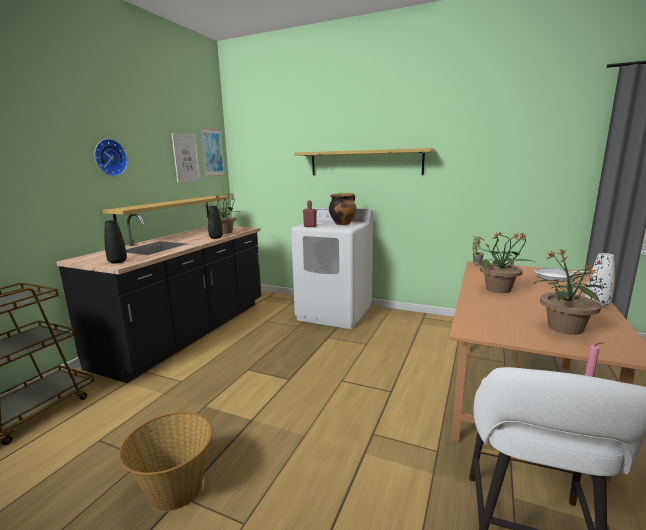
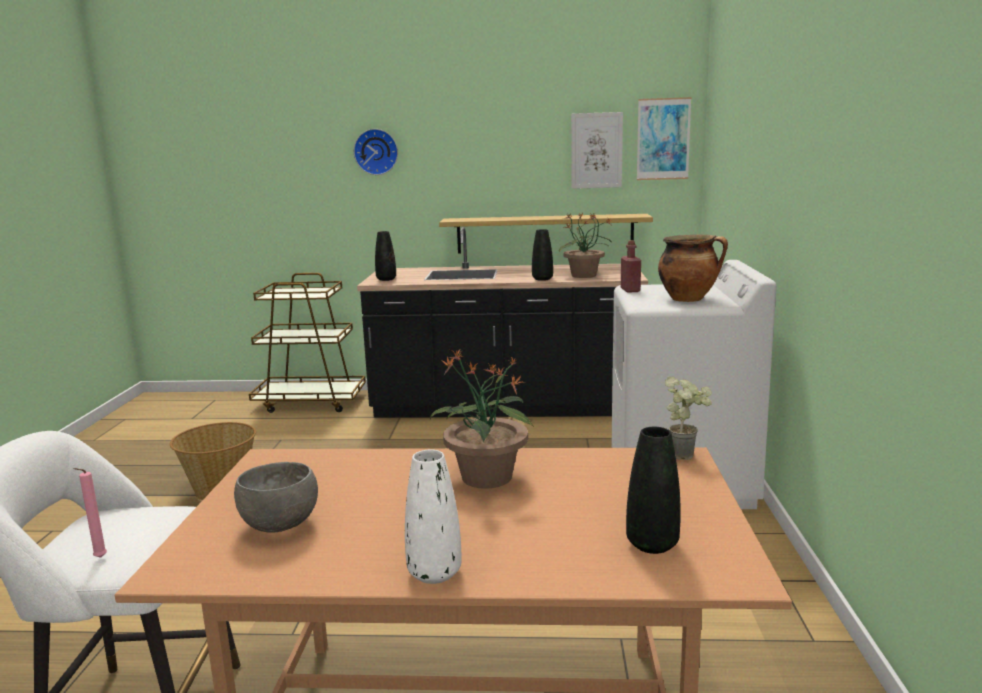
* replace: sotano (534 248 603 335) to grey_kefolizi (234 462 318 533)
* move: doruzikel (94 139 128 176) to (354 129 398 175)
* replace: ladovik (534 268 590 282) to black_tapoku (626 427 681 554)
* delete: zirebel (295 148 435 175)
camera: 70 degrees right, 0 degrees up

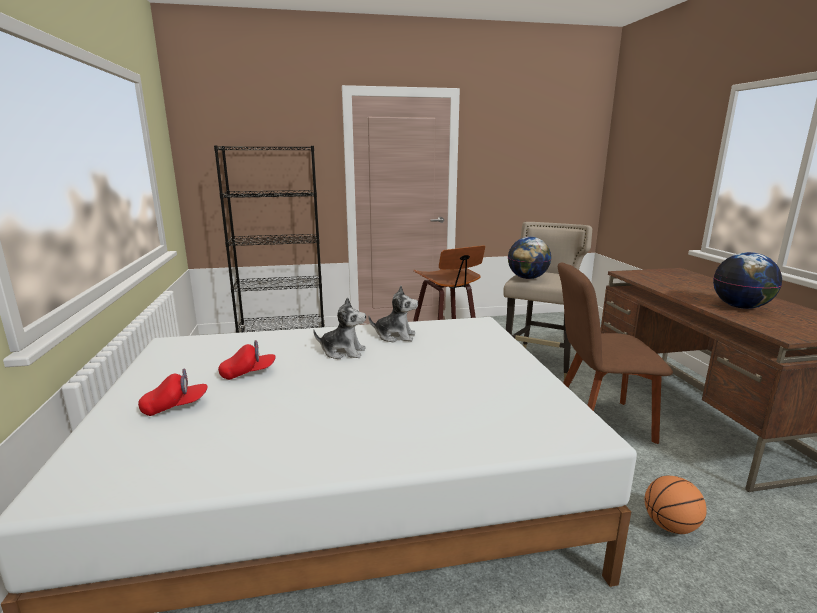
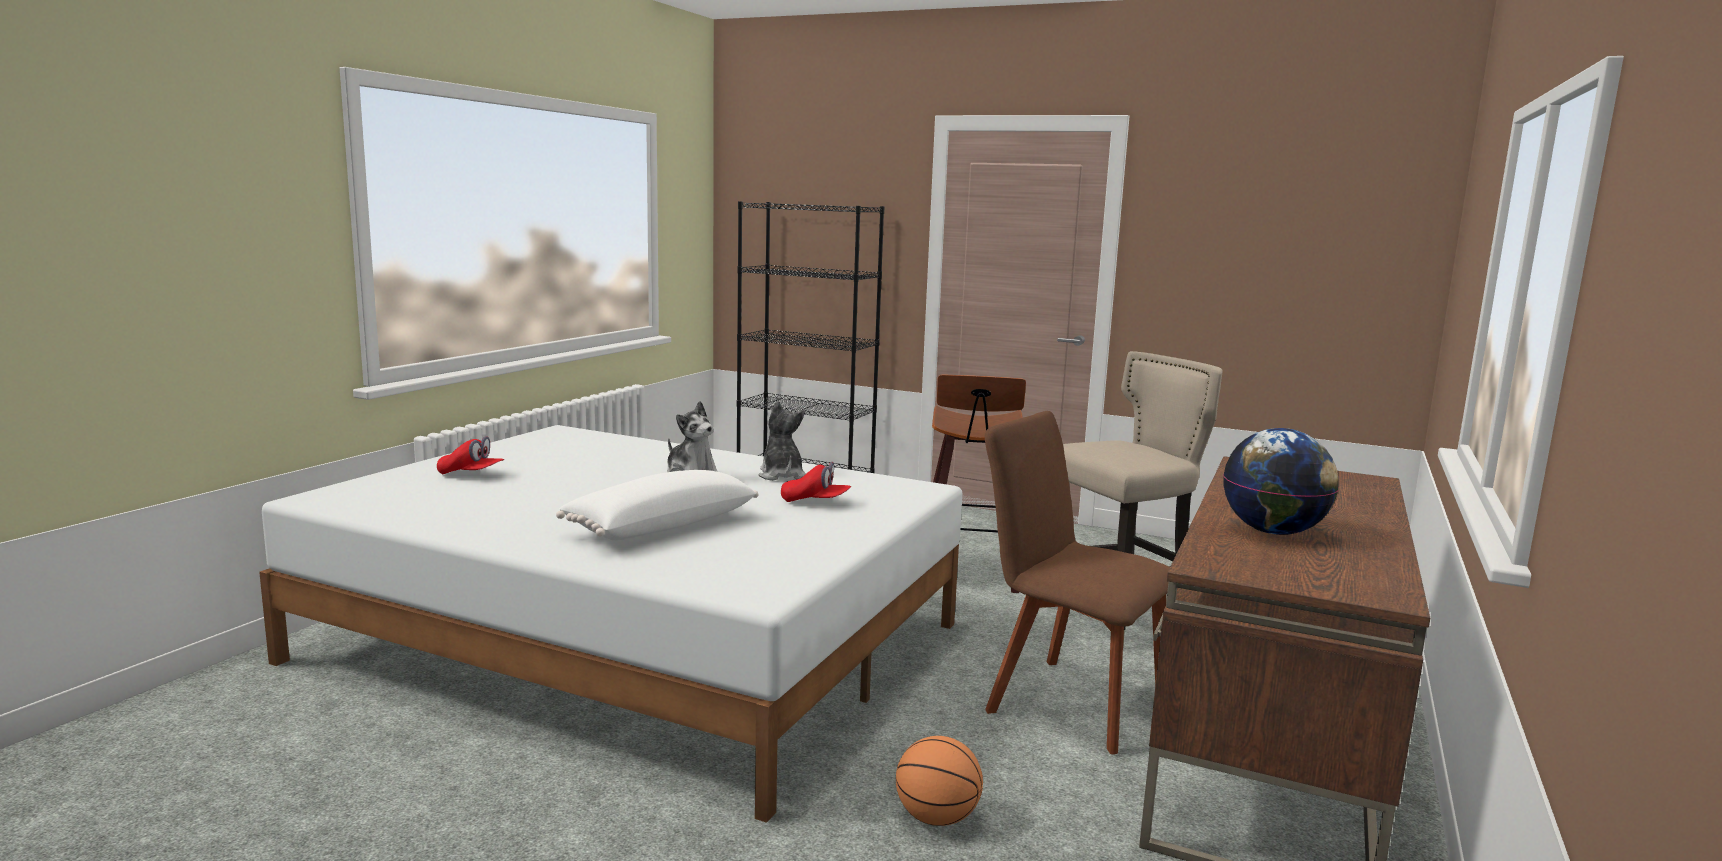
* insert: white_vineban (556 470 759 541)
* rotate: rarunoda (368 286 418 342) = (759 401 805 481) 150 degrees counterclockwise
* move: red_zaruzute (218 340 276 380) to (781 462 851 502)
* delete: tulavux (508 237 551 279)
camera: 35 degrees right, 5 degrees down

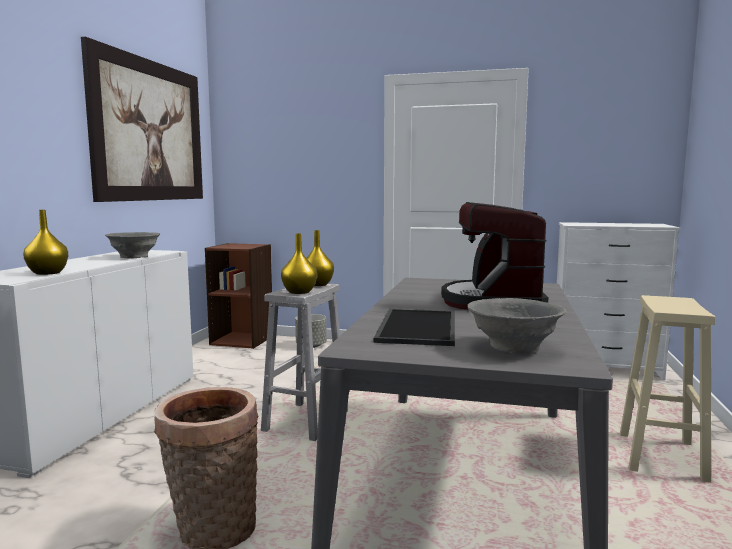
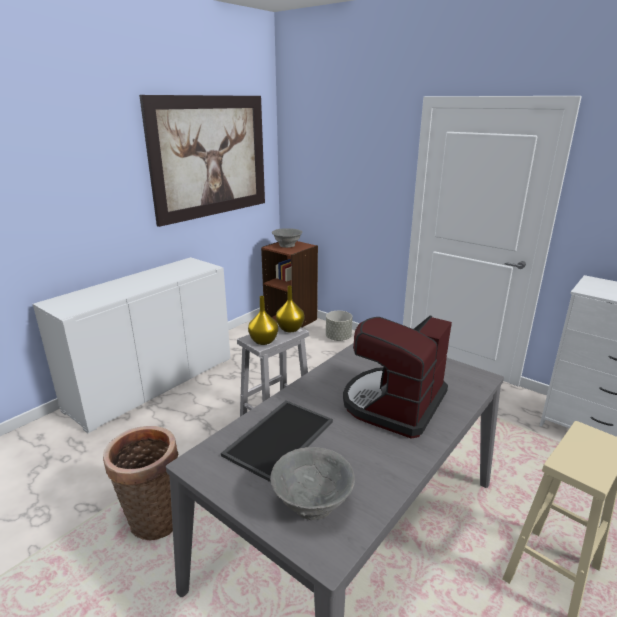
* move: grey_kefolizi (105 232 160 258) to (272 228 302 248)
* delete: yellow_tapoku (23 210 68 275)
camera: 25 degrees right, 15 degrees up

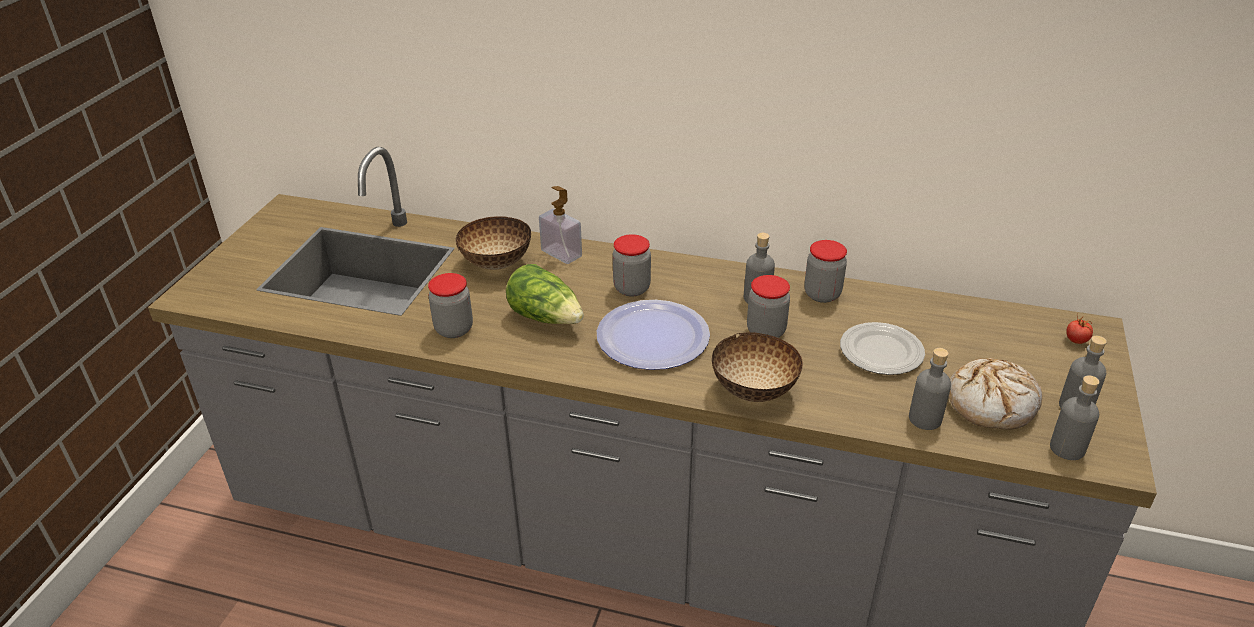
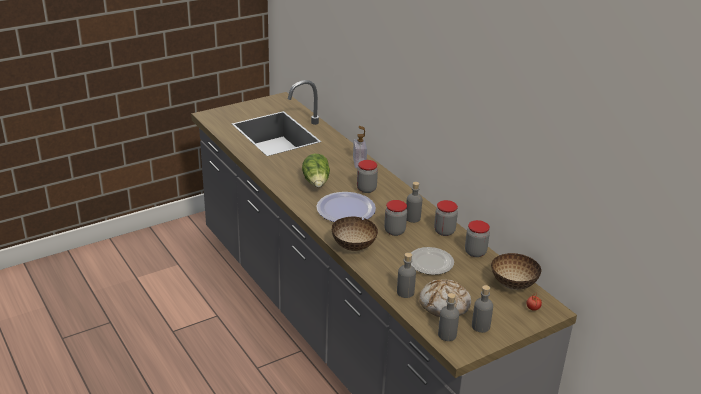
* move: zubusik (428 273 473 338) to (465 220 490 257)
* move: kefolizi (456 216 531 270) to (491 253 542 290)
camera: 40 degrees right, 5 degrees down

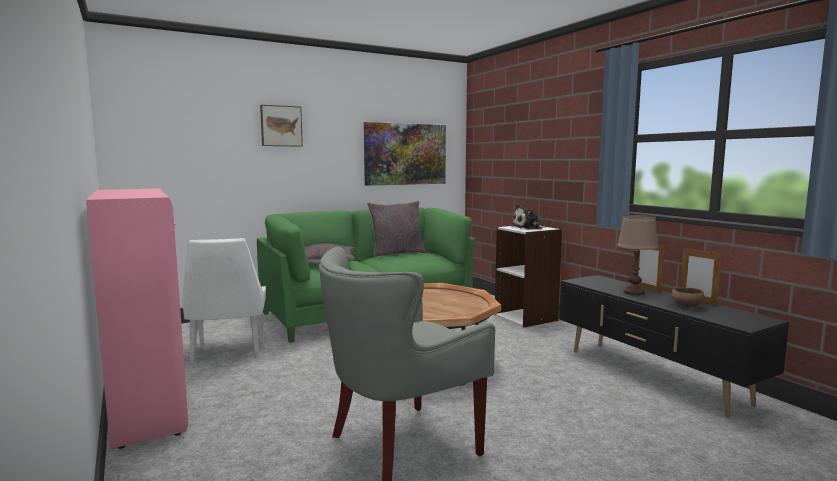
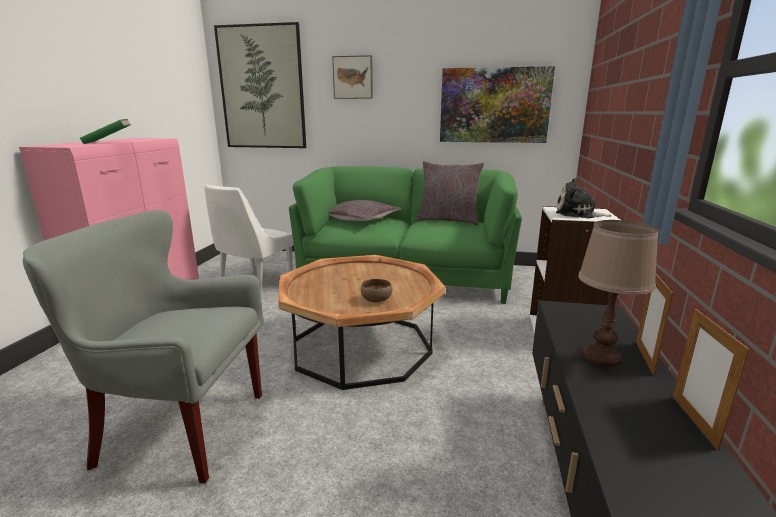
* insert: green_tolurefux (80 119 132 144)
* insert: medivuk (214 22 306 148)
* move: brown_kefolizi (672 287 704 307) to (361 279 392 303)
camera: 40 degrees right, 10 degrees up

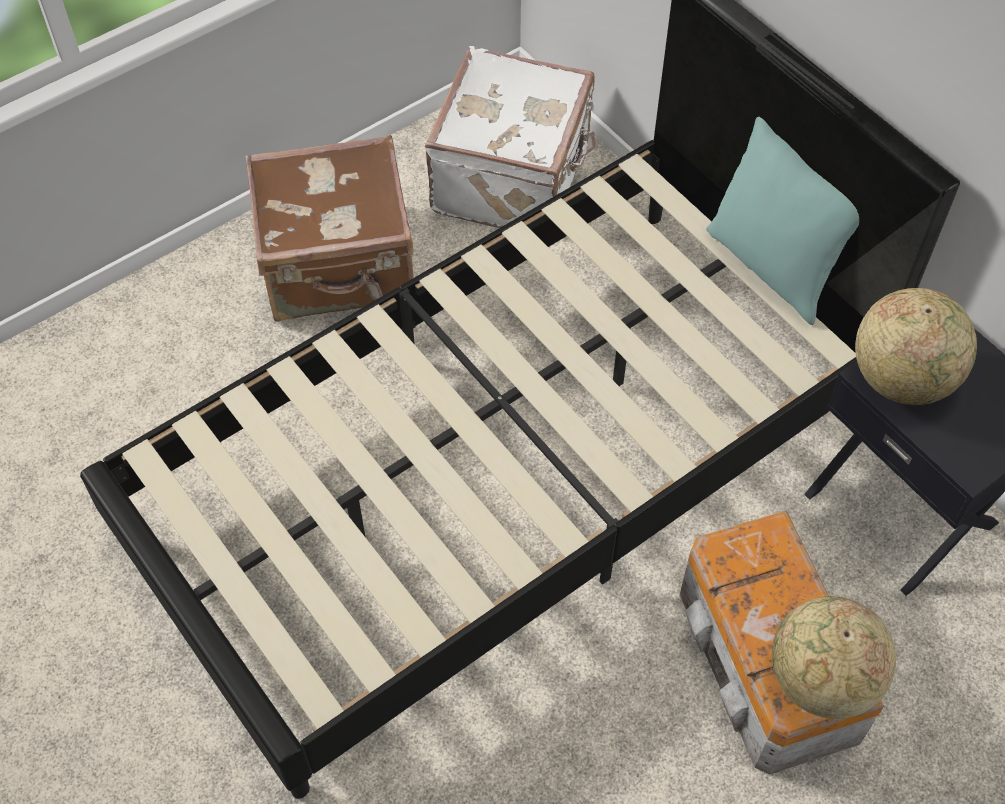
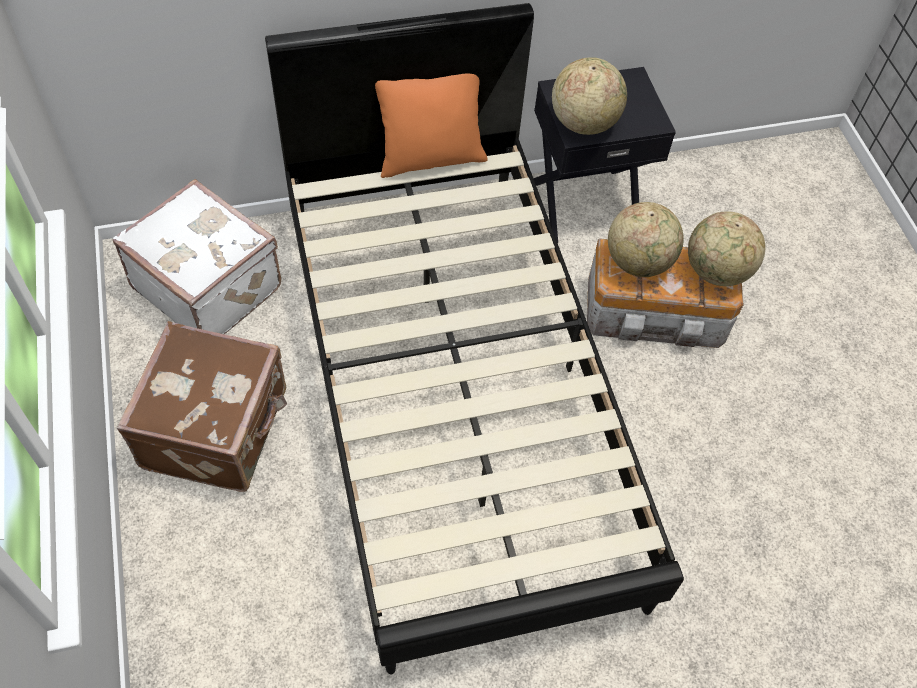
* recolor: turquoise_vineban (706 117 859 325) to orange_vineban (375 74 488 178)
* insert: tulavux (608 202 684 277)
camera: 70 degrees left, 0 degrees up

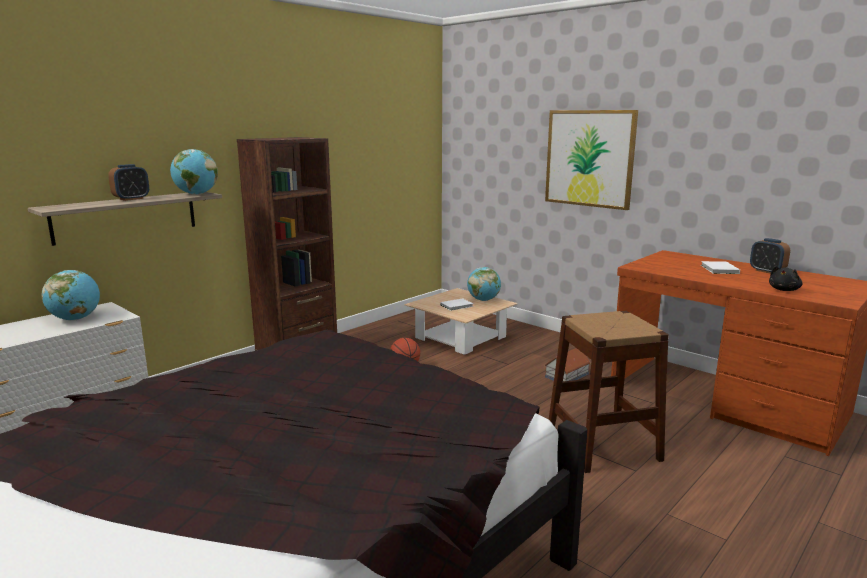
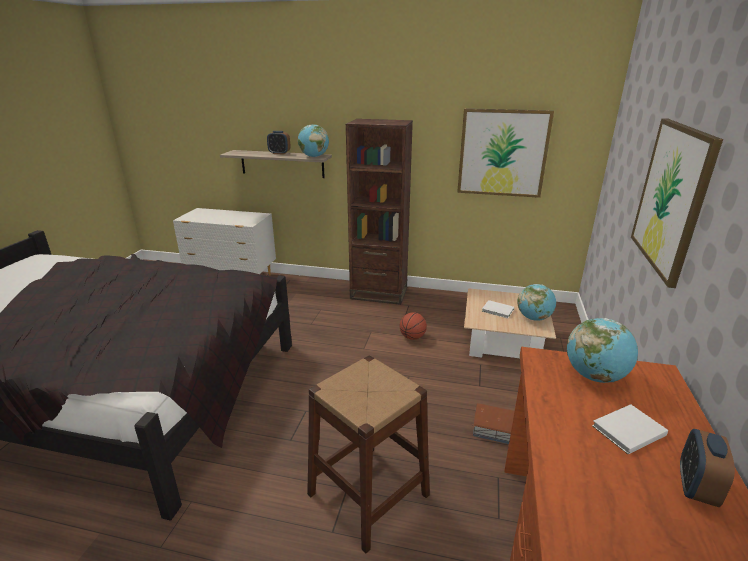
* insert: medivuk (457 108 554 198)
* move: tulavux (41 270 100 321) to (567 318 638 383)
* delete: black_rarunoda (769 266 802 291)
camera: 60 degrees right, 10 degrees up

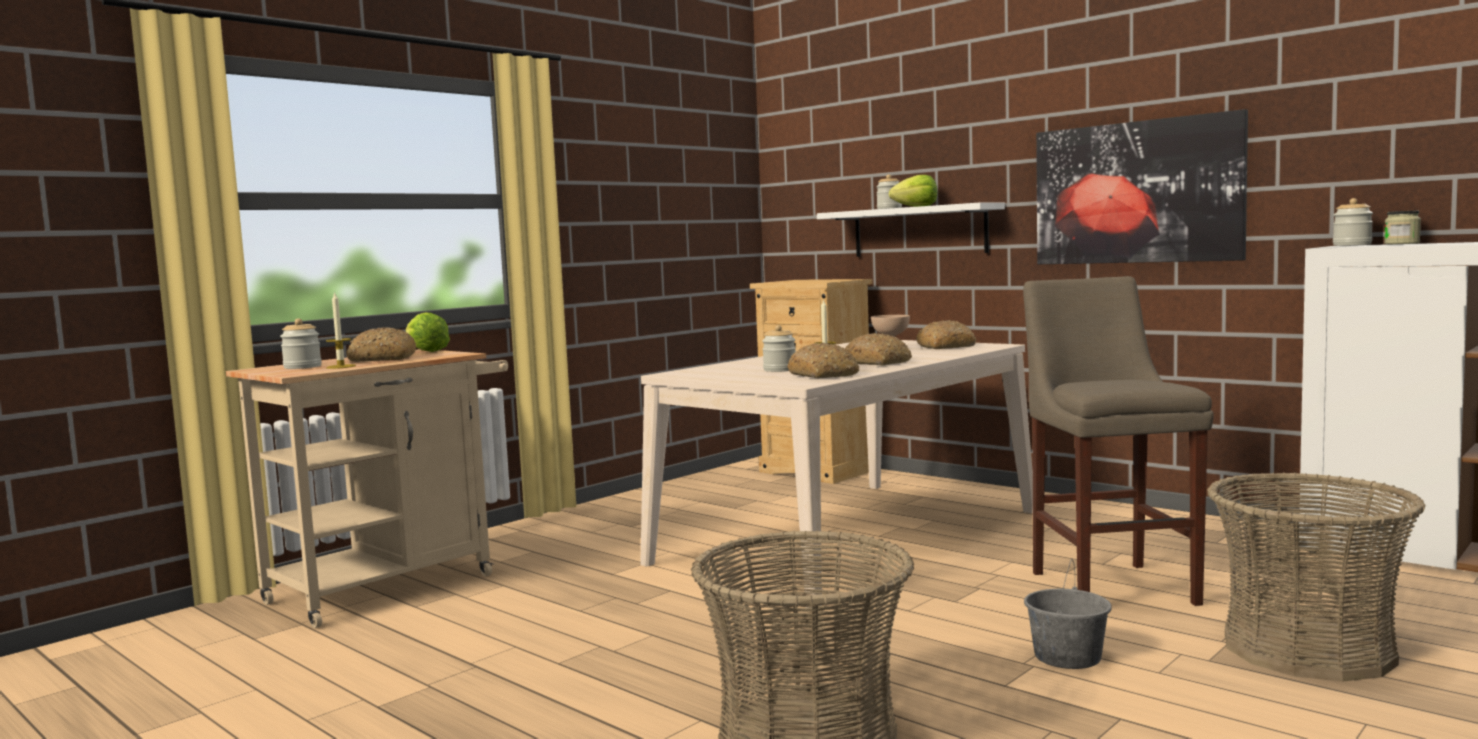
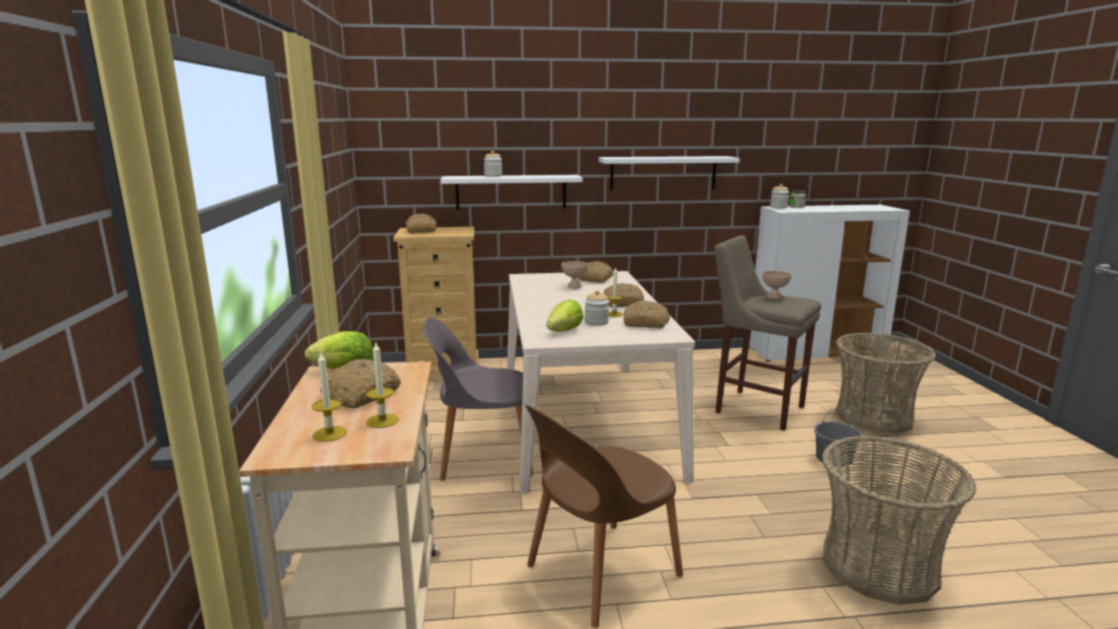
* replace: zubusik (280 319 322 369) to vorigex (312 351 347 442)
* insert: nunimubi (406 214 437 233)
* insert: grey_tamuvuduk (423 317 534 481)
* insert: brown_tamuvuduk (525 405 683 628)
* move: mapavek (889 175 937 207) to (546 299 584 332)
* replace: medivuk (1036 109 1248 264) to white_zirebel (599 156 740 190)
* insert: beige_kefolizi (762 271 792 299)
camera: 50 degrees left, 10 degrees up

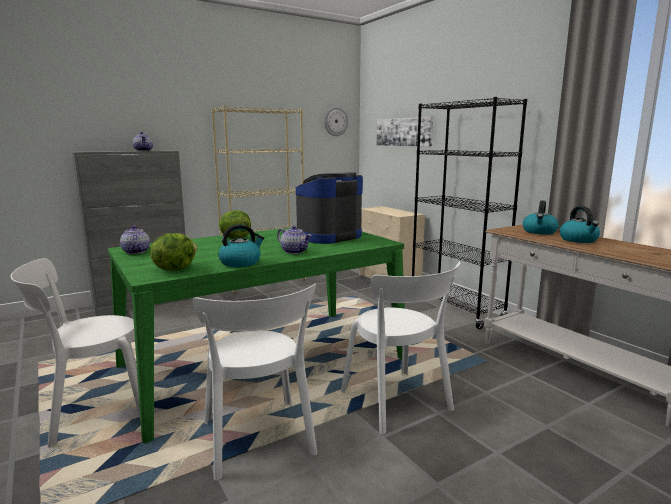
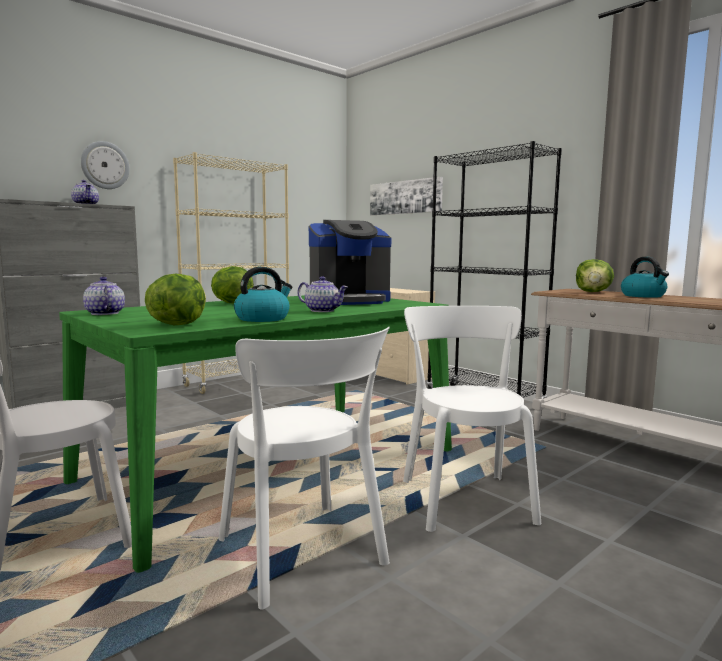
* move: doruzikel (324 106 349 136) to (81 141 130 189)
* rotate: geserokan (296 172 363 244) = (309 220 391 305) 150 degrees counterclockwise
* rotate: white_tamuvuduk (341 262 460 434) = (403 306 541 532) 150 degrees counterclockwise
* replace: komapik (523 200 559 235) to mapavek (576 259 614 292)
camera: 10 degrees left, 5 degrees down

